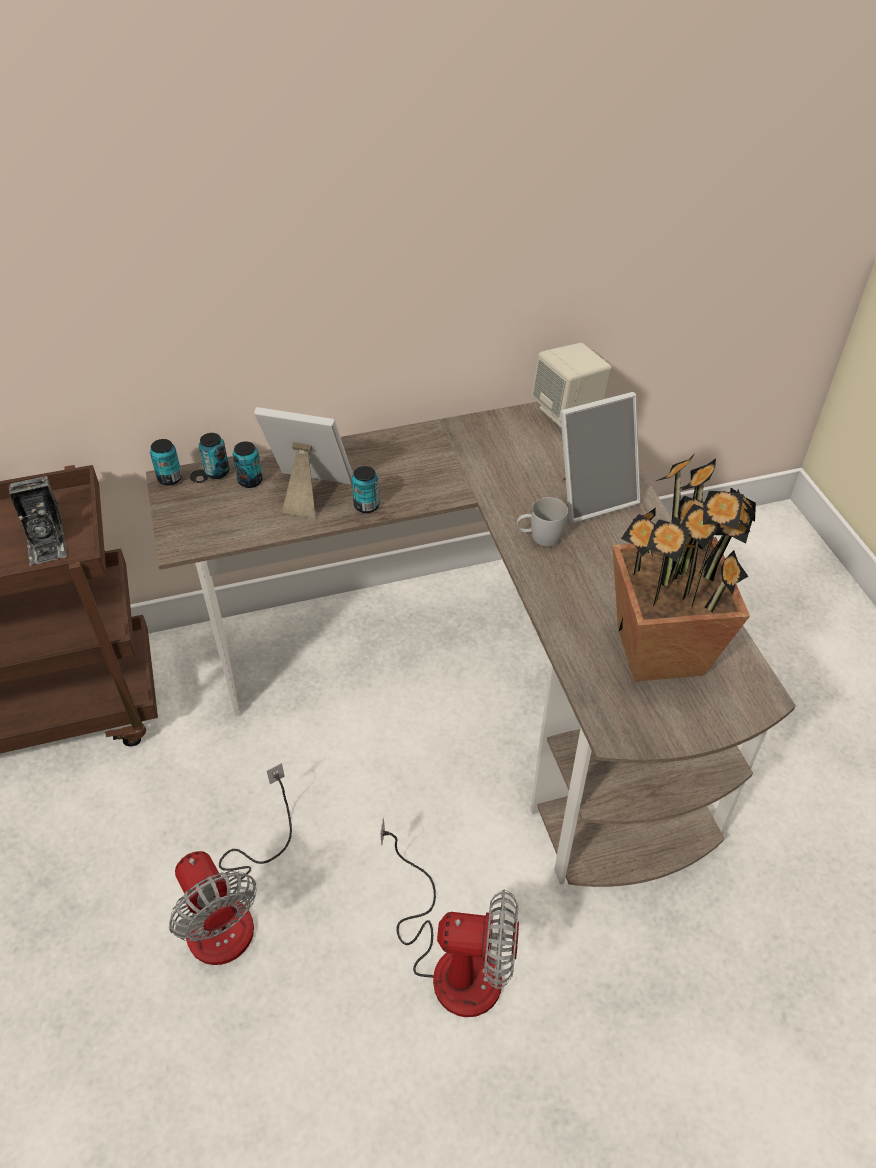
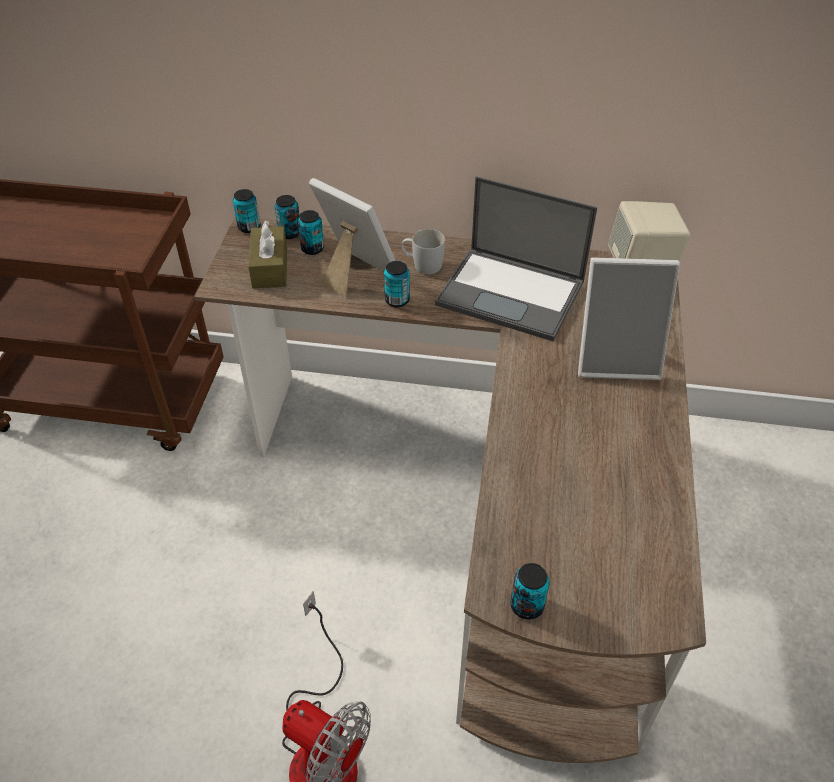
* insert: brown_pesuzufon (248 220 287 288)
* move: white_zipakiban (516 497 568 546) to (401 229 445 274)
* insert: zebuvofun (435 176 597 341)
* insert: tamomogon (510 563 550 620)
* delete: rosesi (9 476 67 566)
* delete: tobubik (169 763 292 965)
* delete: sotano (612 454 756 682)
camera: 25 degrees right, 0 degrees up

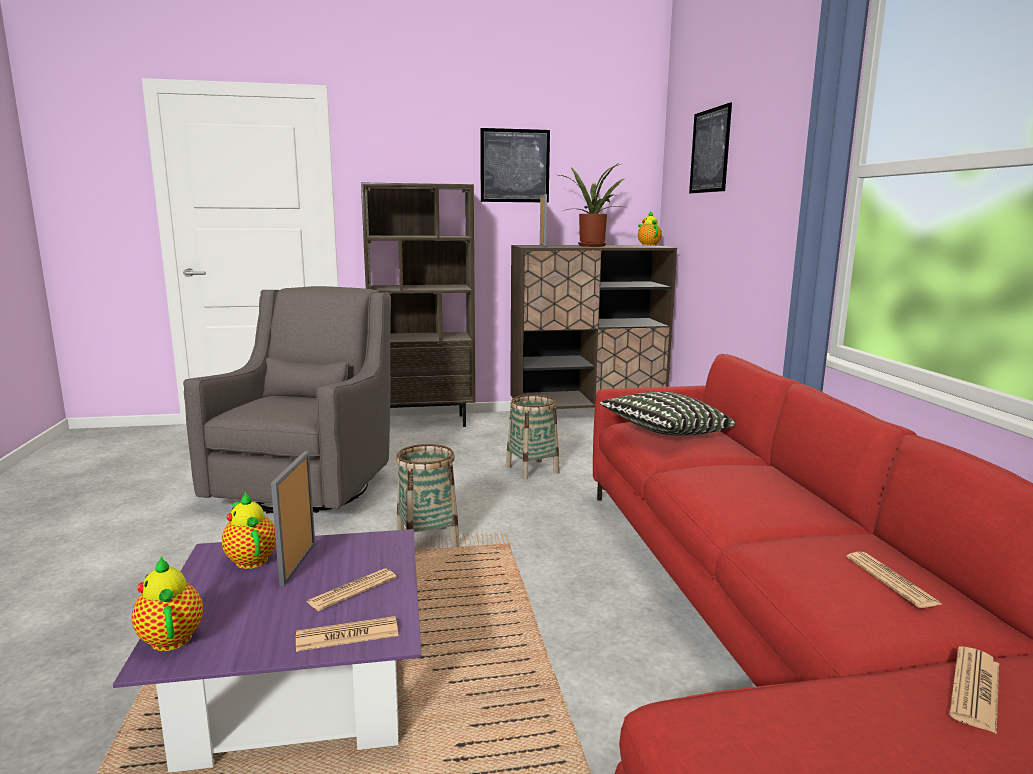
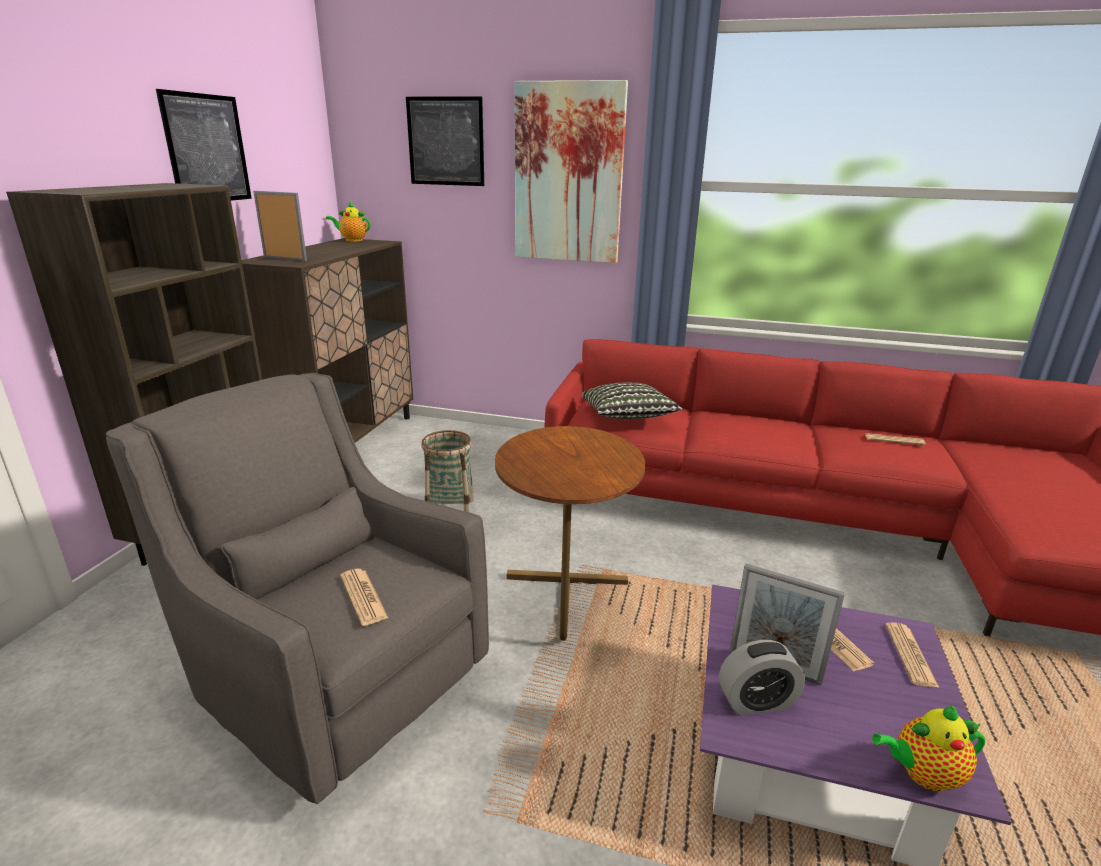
* move: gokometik (949 646 999 734) to (340 569 388 626)
* replace: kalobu (396 444 460 547) to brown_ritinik (495 426 645 641)
* insert: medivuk (515 80 628 263)
* replace: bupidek (222 492 276 569) to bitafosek (719 640 805 715)
* delete: sotano (559 163 627 247)
camera: 65 degrees left, 10 degrees up

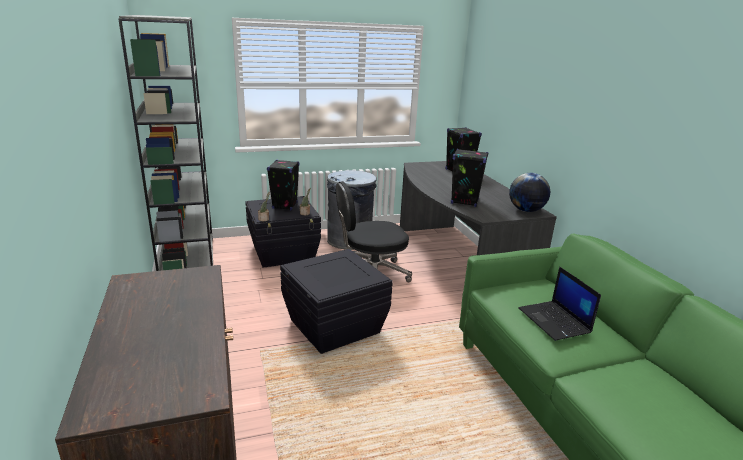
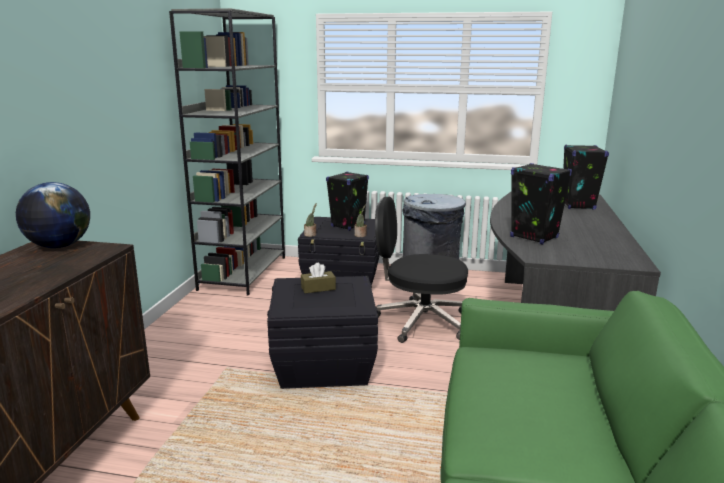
* move: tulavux (509 173 550 212) to (16 182 90 248)
* insert: brown_pesuzufon (301 262 336 293)
* delete: zebuvofun (518 266 601 341)
camera: 30 degrees right, 5 degrees down

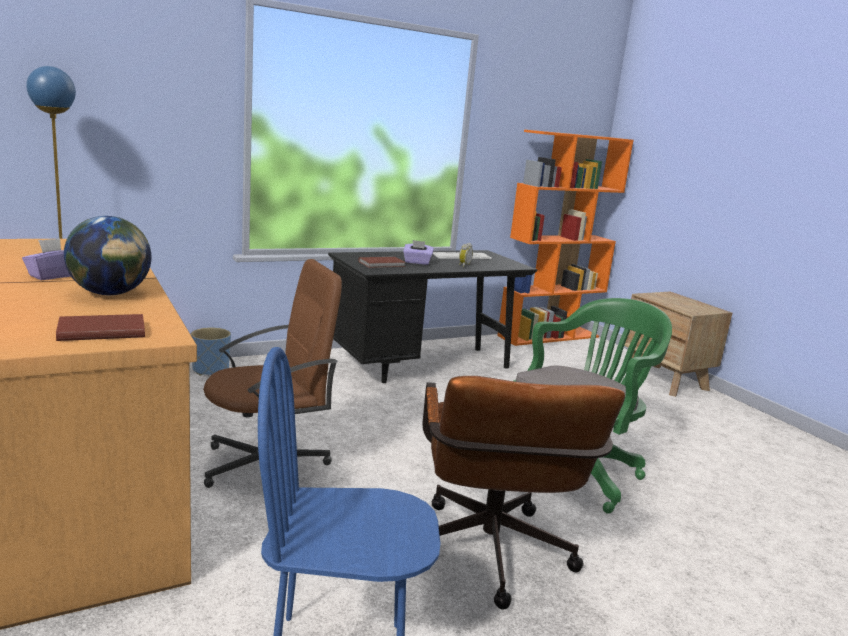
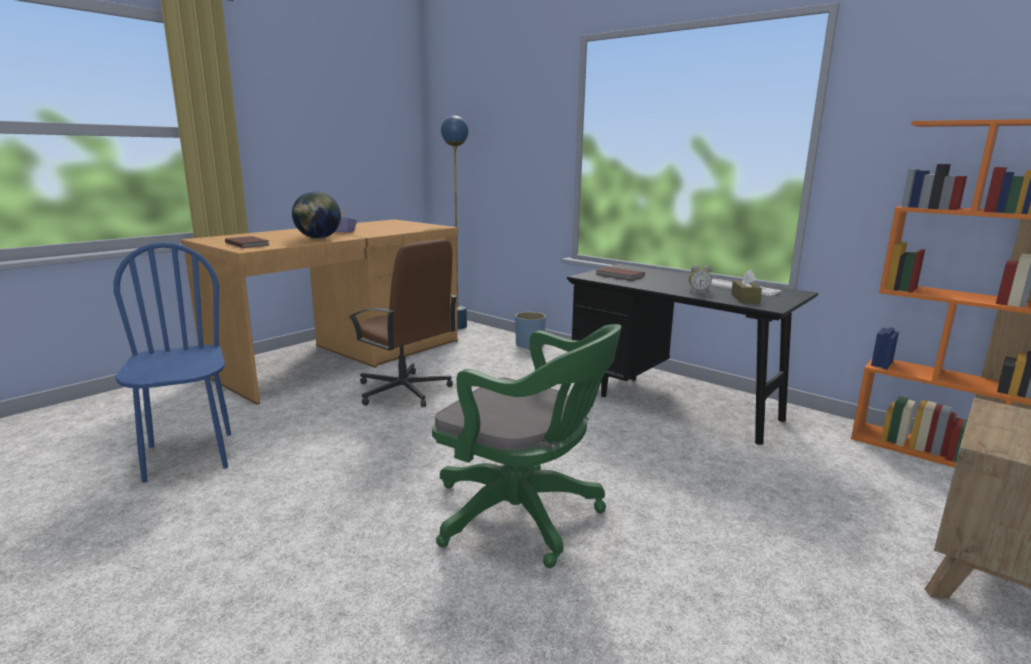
* insert: brown_pesuzufon (731 270 762 303)
* delete: purple_pesuzufon (403 240 434 265)
* delete: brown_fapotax (422 376 625 609)
camera: 70 degrees right, 0 degrees up

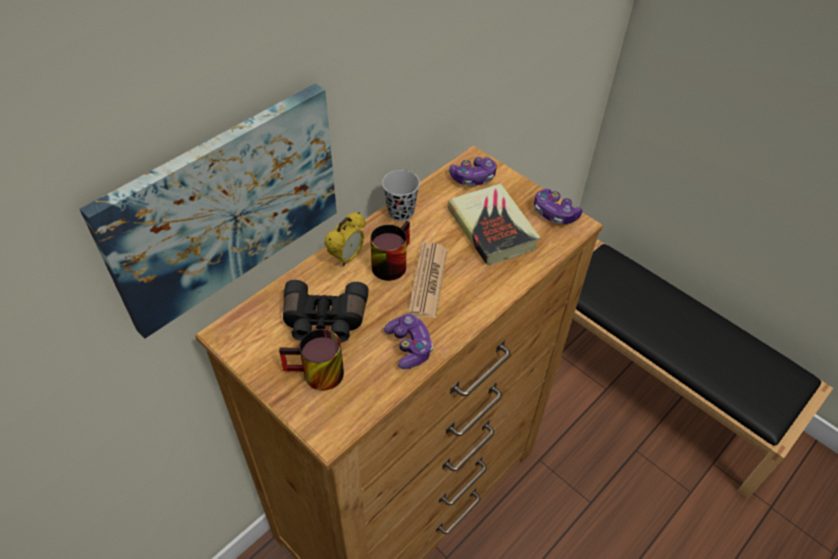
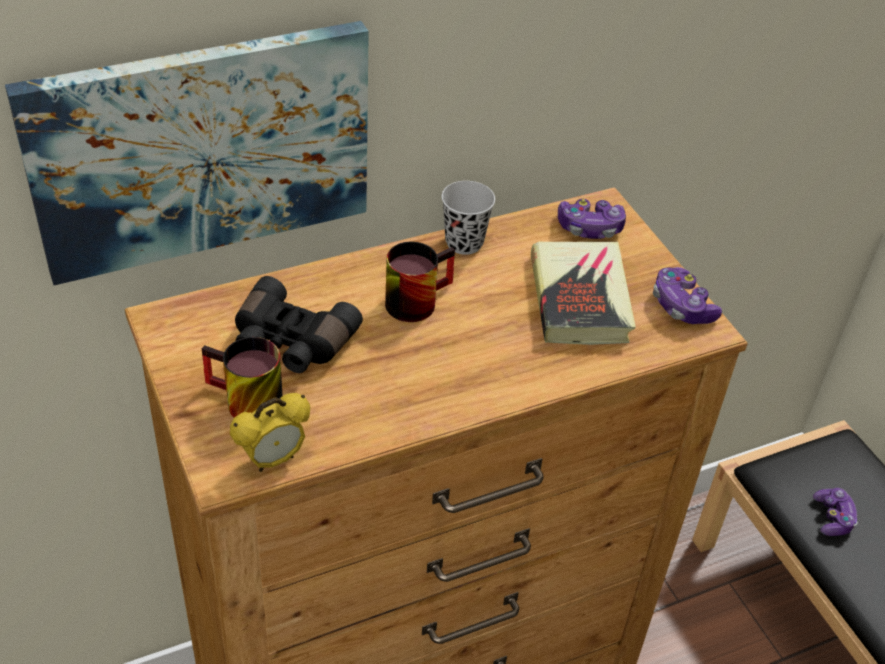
* move: bitafosek (324 212 365 266) to (230 393 310 472)
* move: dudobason (384 314 433 369) to (813 488 858 536)
* delete: gokometik (408 243 447 318)
camera: 20 degrees right, 5 degrees down

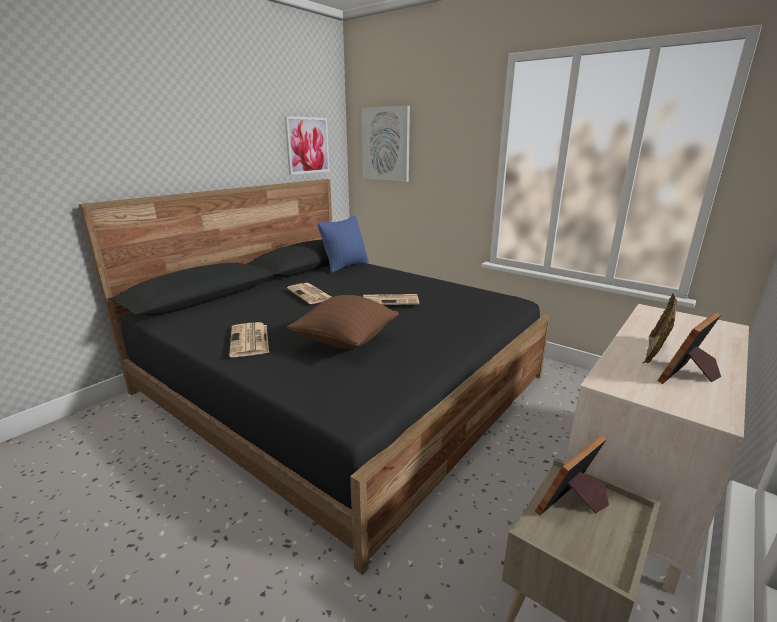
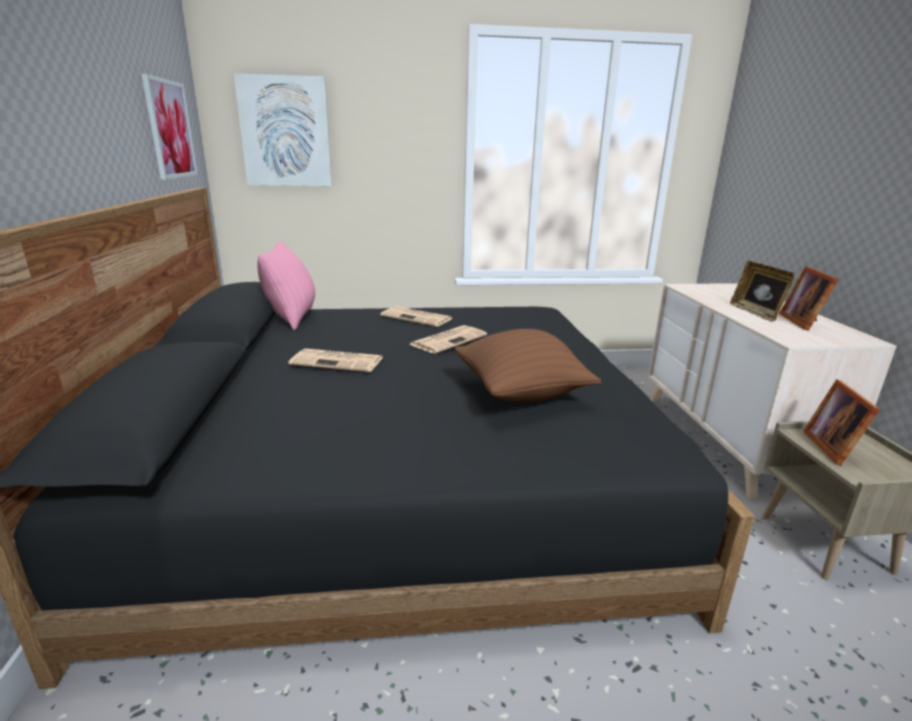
* recolor: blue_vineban (318 216 369 273) to pink_vineban (257 241 315 330)
* move: gokometik (229 322 269 357) to (380 306 453 327)
camera: 45 degrees left, 0 degrees up

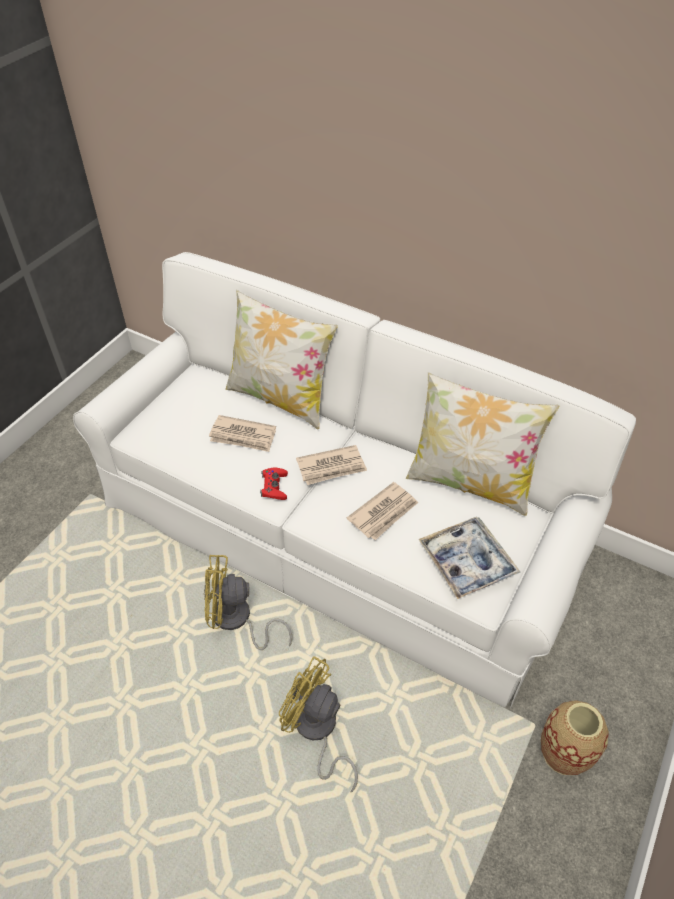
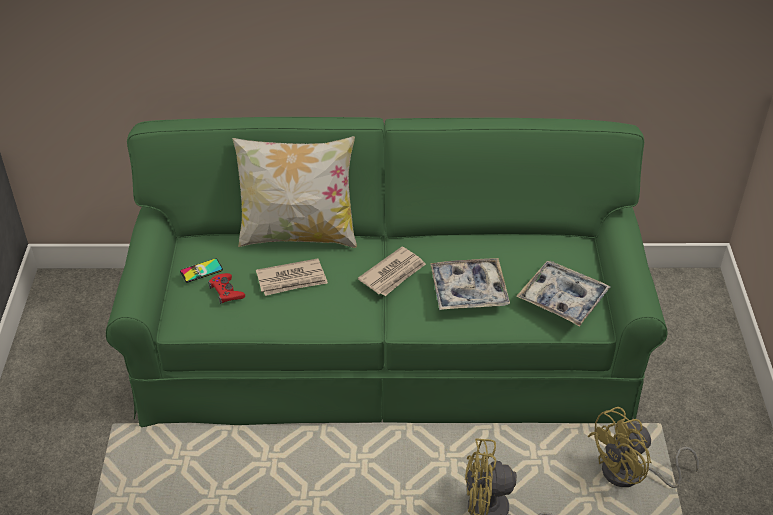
* recolor: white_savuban (73 252 636 708) to green_savuban (106 117 668 427)
* insert: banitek (180 258 223 282)
* move: red_dudobason (260 468 288 500) to (208 273 245 304)
* replace: gokometik (347 482 418 540) to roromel (430 258 510 310)
* move: yellow_tobubik (204 555 292 650) to (588 407 699 488)
* delete: vineban (406 372 559 516)
* delete: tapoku (541 701 609 775)
camera: 30 degrees left, 5 degrees down

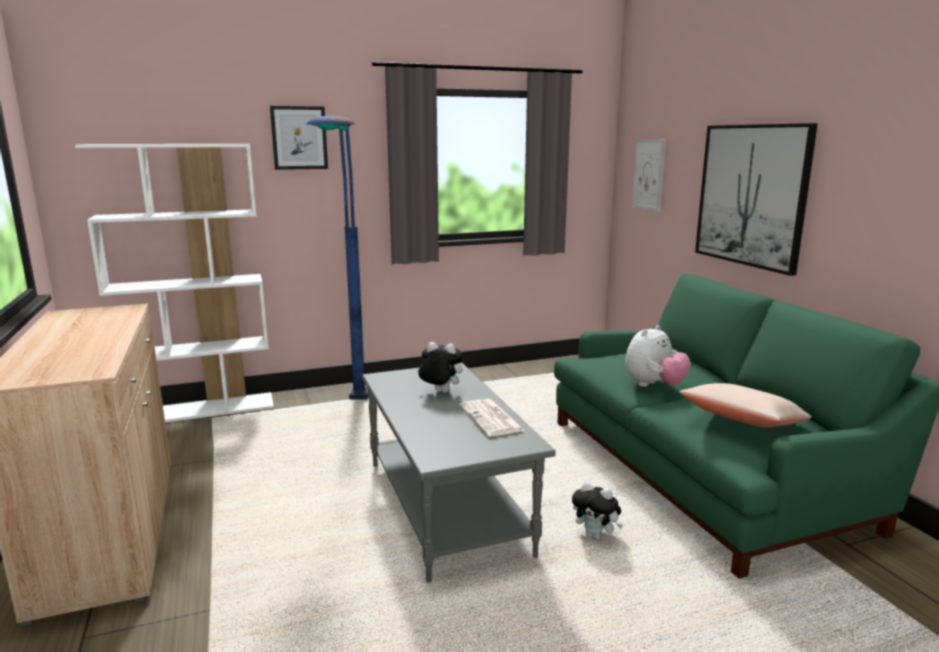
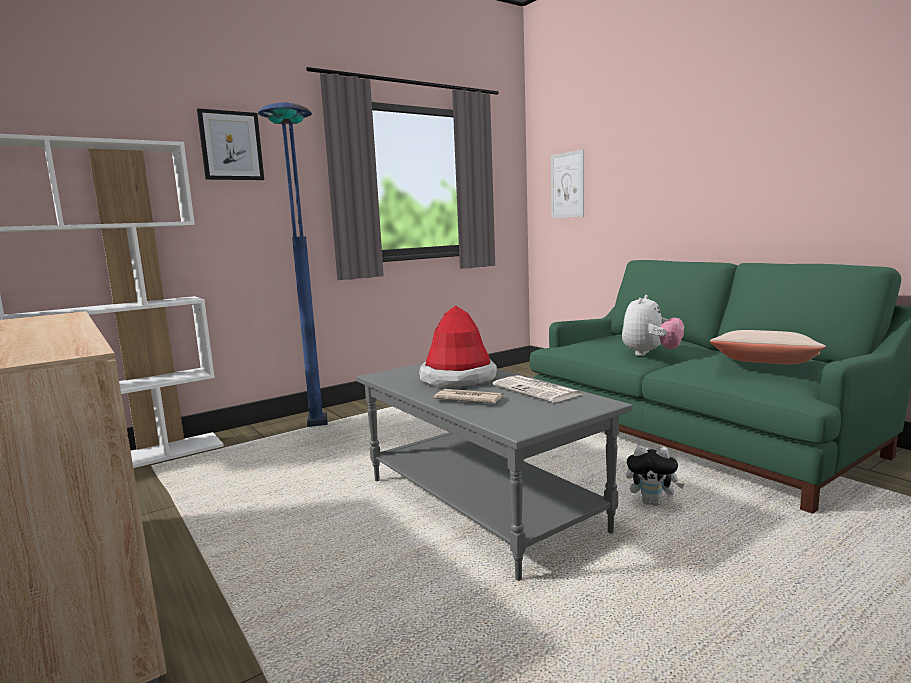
* replace: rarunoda (417 342 463 393) to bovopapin (419 306 497 388)
* insert: gokometik (434 389 504 403)
* delete: medivuk (695 123 818 276)
camera: 15 degrees left, 5 degrees down

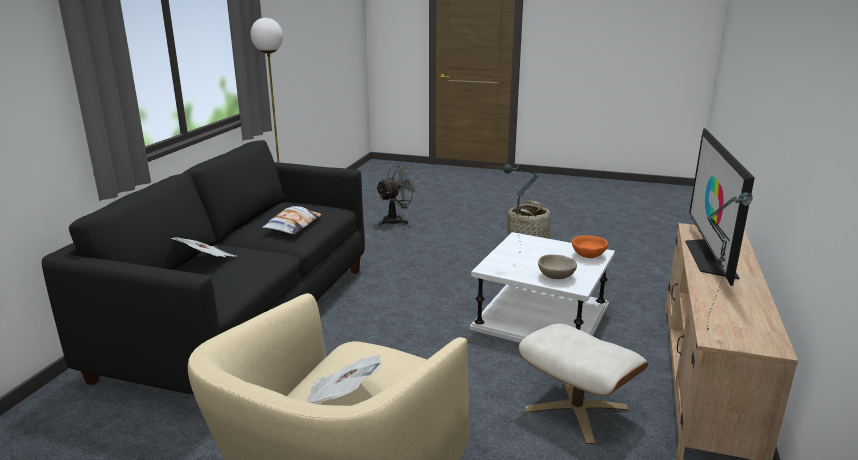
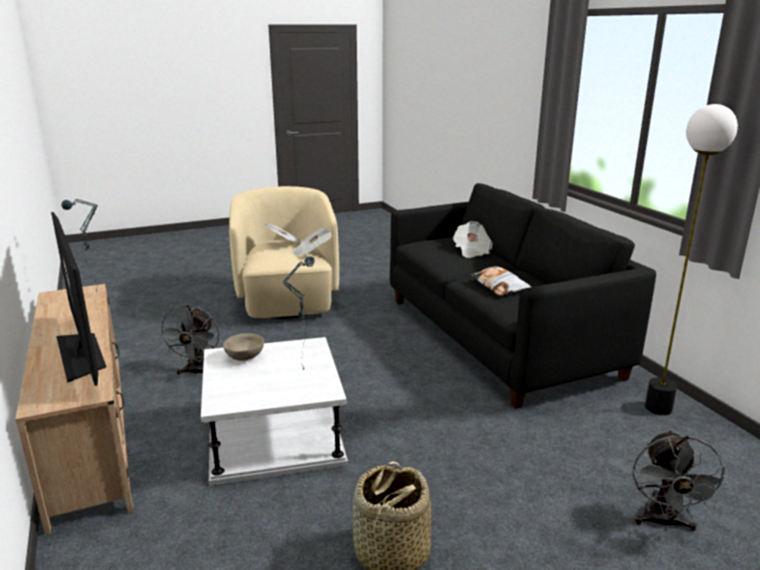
* replace: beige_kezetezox (518 323 648 444) to grey_tobubik (158 305 220 376)
* insert: gokometik (291 227 332 256)
* delete: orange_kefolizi (572 235 608 258)
camera: 140 degrees right, 0 degrees up

